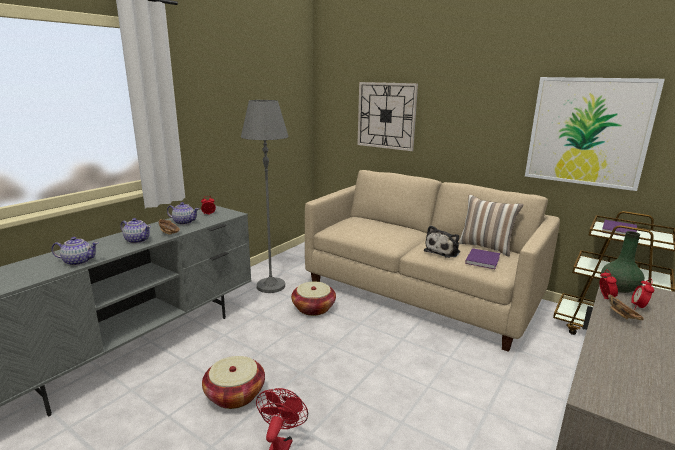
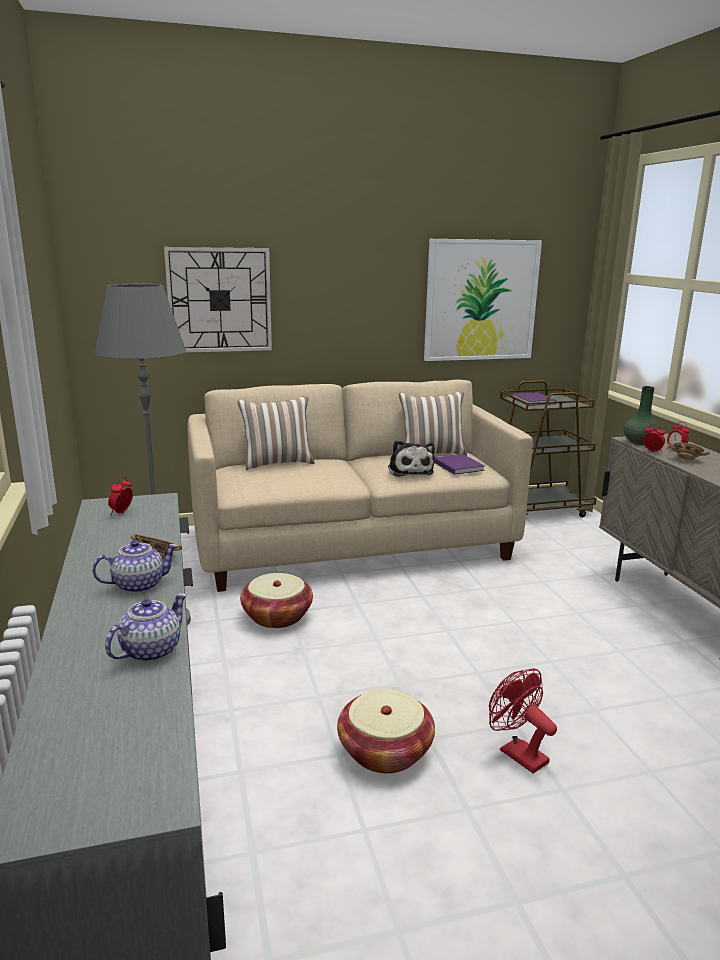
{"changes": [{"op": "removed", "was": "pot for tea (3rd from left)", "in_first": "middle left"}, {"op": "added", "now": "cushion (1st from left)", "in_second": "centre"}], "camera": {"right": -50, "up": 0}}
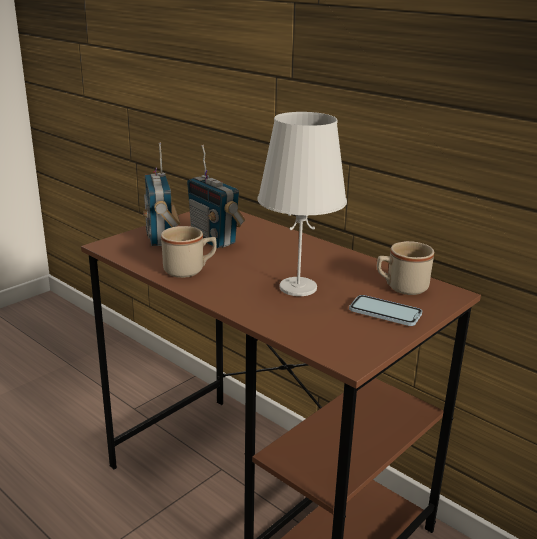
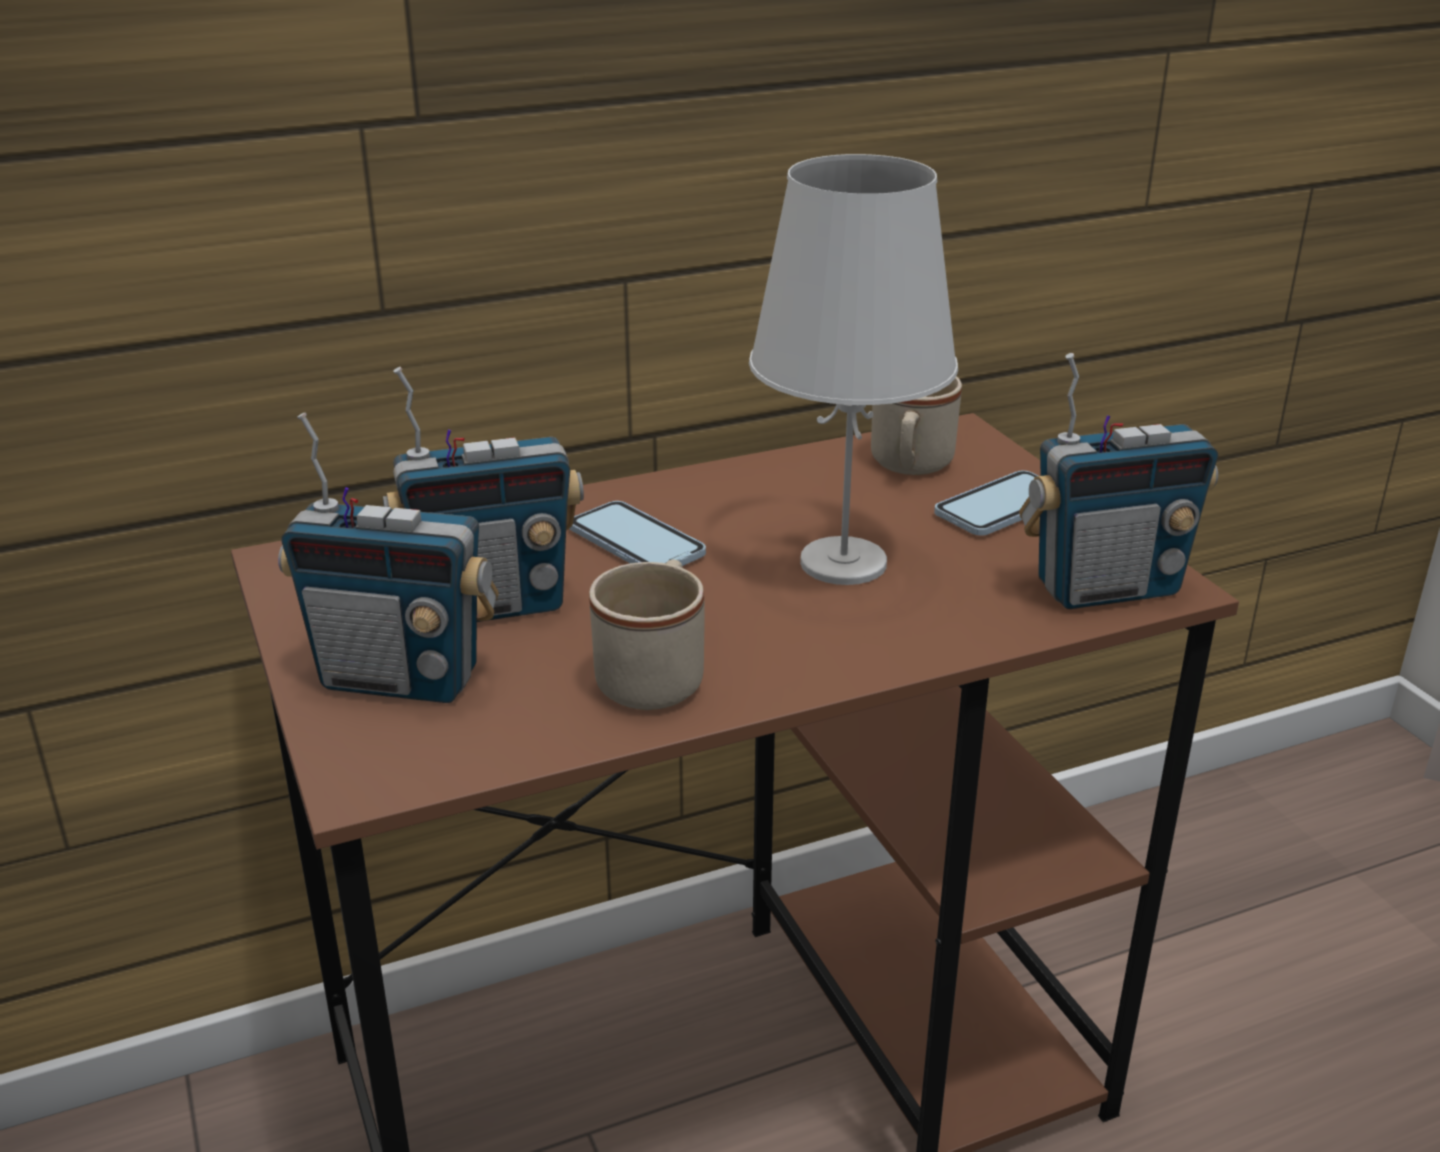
{"changes": [{"op": "added", "now": "radio (3rd from left)", "in_second": "middle right"}, {"op": "added", "now": "phone (1st from left)", "in_second": "centre"}], "camera": {"right": -65, "up": 5}}
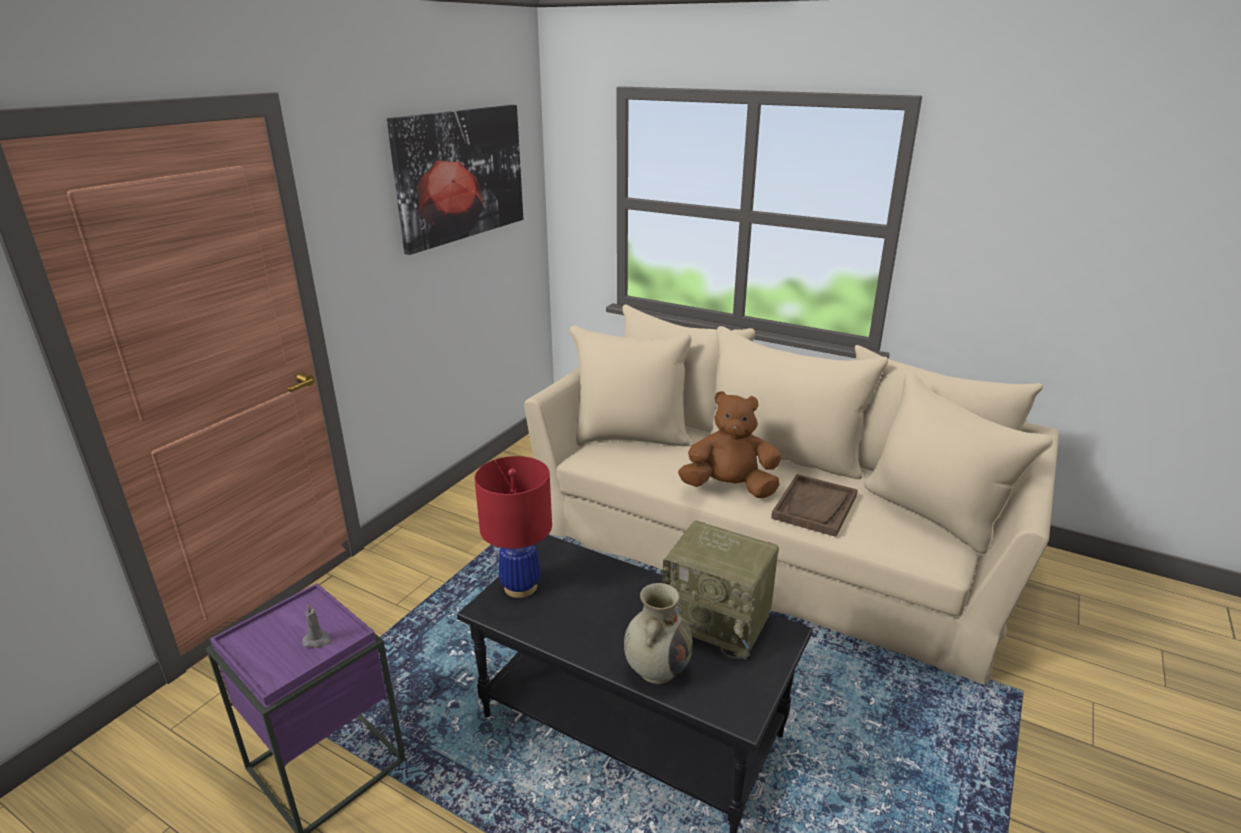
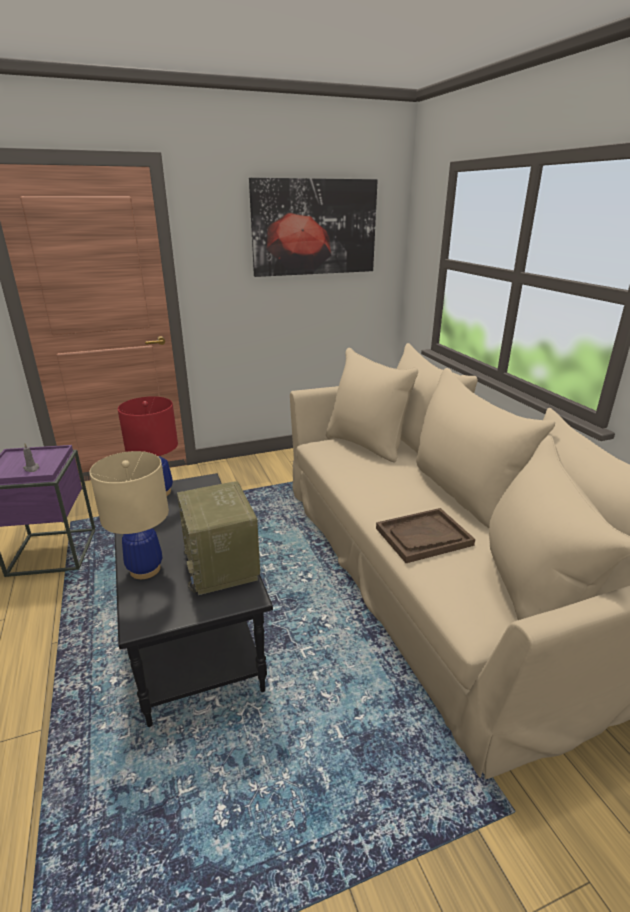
{"changes": [{"op": "removed", "was": "brown-coloured plush toy", "in_first": "centre"}, {"op": "replaced", "was": "beige-coloured decorative vase", "now": "beige-coloured table lamp", "in_first": "bottom centre", "in_second": "middle left"}], "camera": {"right": 40, "up": 0}}
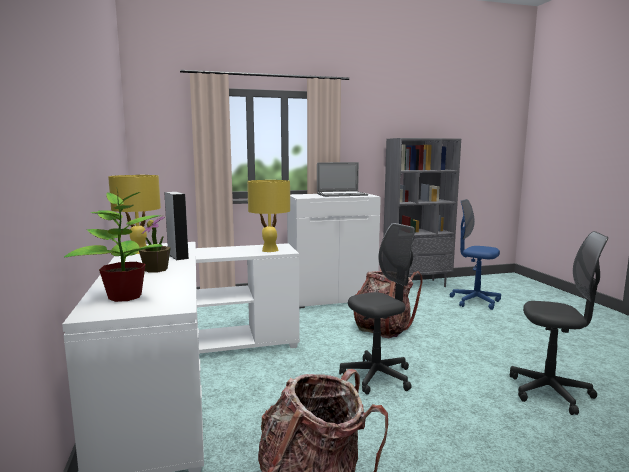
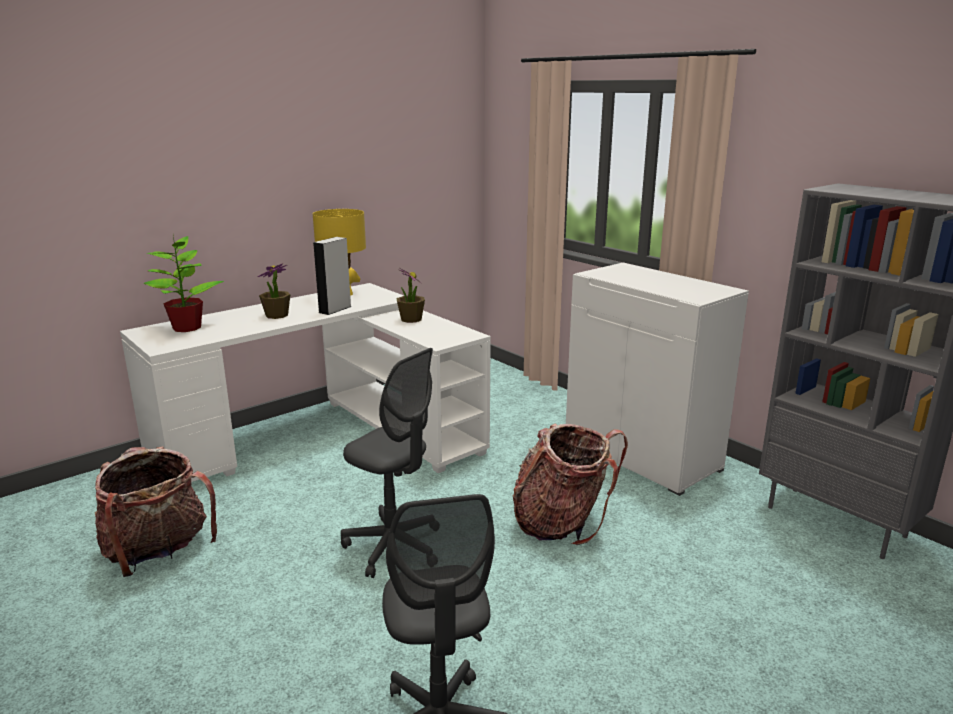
{"changes": [{"op": "removed", "was": "laptop", "in_first": "centre"}, {"op": "removed", "was": "yellowish table lamp (2nd from left)", "in_first": "centre"}, {"op": "removed", "was": "bluish desk chair", "in_first": "middle right"}, {"op": "added", "now": "potted plant (3rd from left)", "in_second": "centre"}], "camera": {"right": 65, "up": 10}}
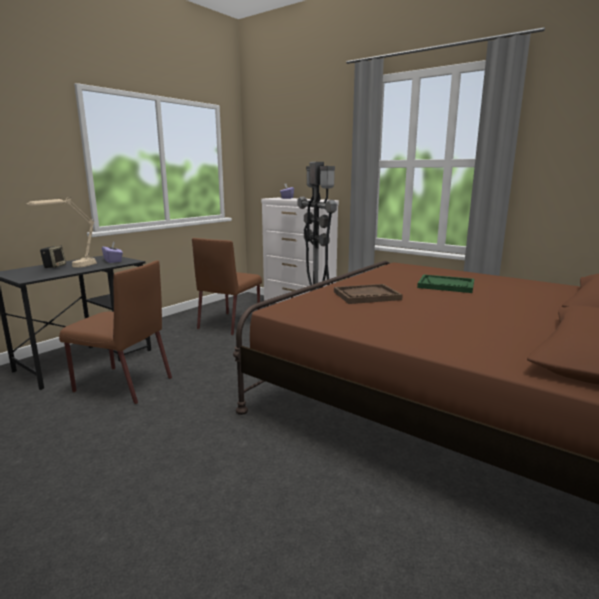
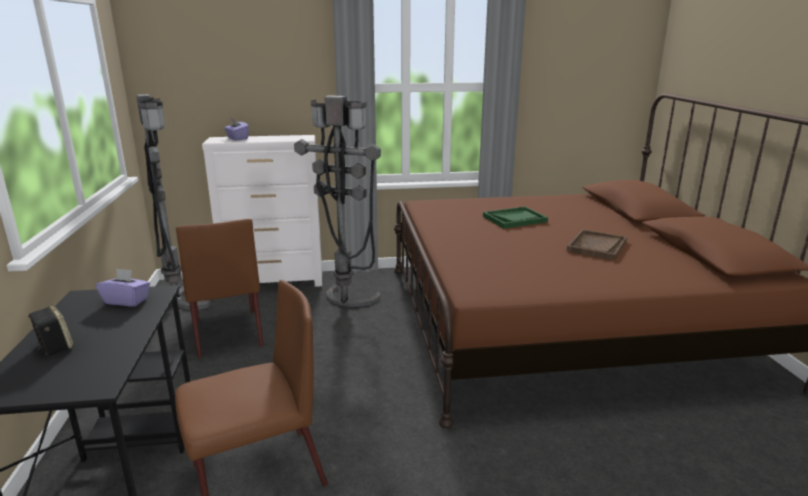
{"changes": [{"op": "removed", "was": "beige-coloured table lamp", "in_first": "middle left"}, {"op": "moved", "was": "brown-coloured tray", "in_first": "centre", "in_second": "middle right"}, {"op": "added", "now": "greyish standard lamp (1st from left)", "in_second": "middle left"}], "camera": {"right": -45, "up": 5}}
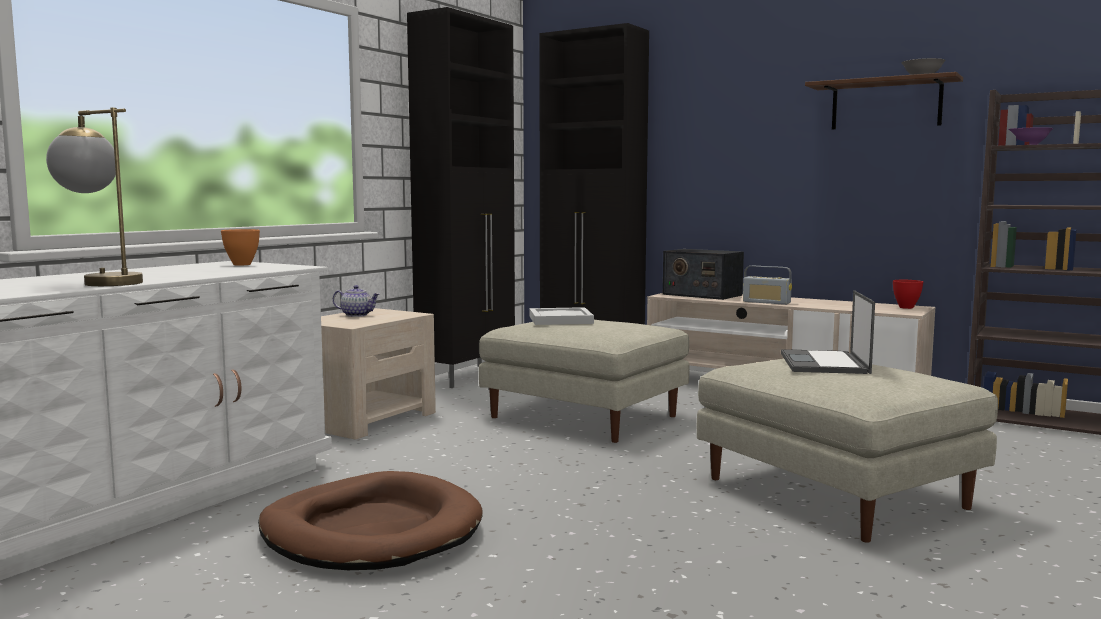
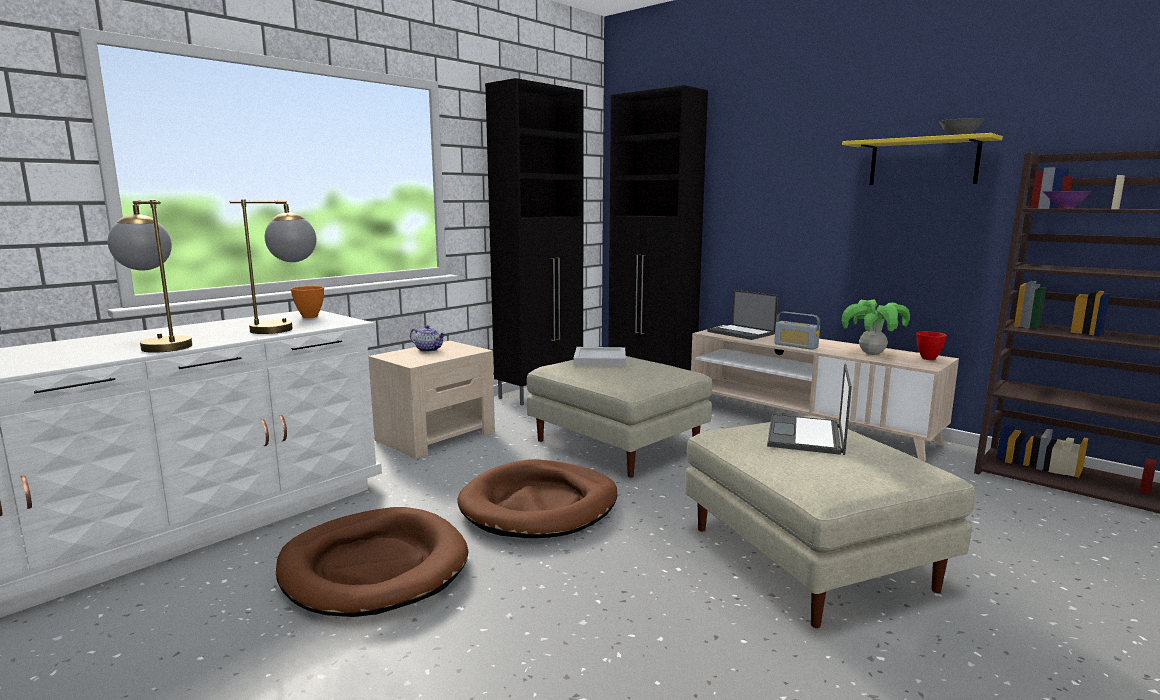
{"changes": [{"op": "recoloured", "was": "brown-coloured wall shelf", "now": "yellowish wall shelf", "in_first": "top right", "in_second": "top right"}, {"op": "replaced", "was": "radio (1st from left)", "now": "laptop (1st from left)", "in_first": "centre", "in_second": "centre"}, {"op": "added", "now": "table lamp (2nd from left)", "in_second": "middle left"}, {"op": "added", "now": "potted plant", "in_second": "middle right"}, {"op": "added", "now": "brown-coloured pet bed (2nd from left)", "in_second": "bottom centre"}], "camera": {"right": 10, "up": 5}}
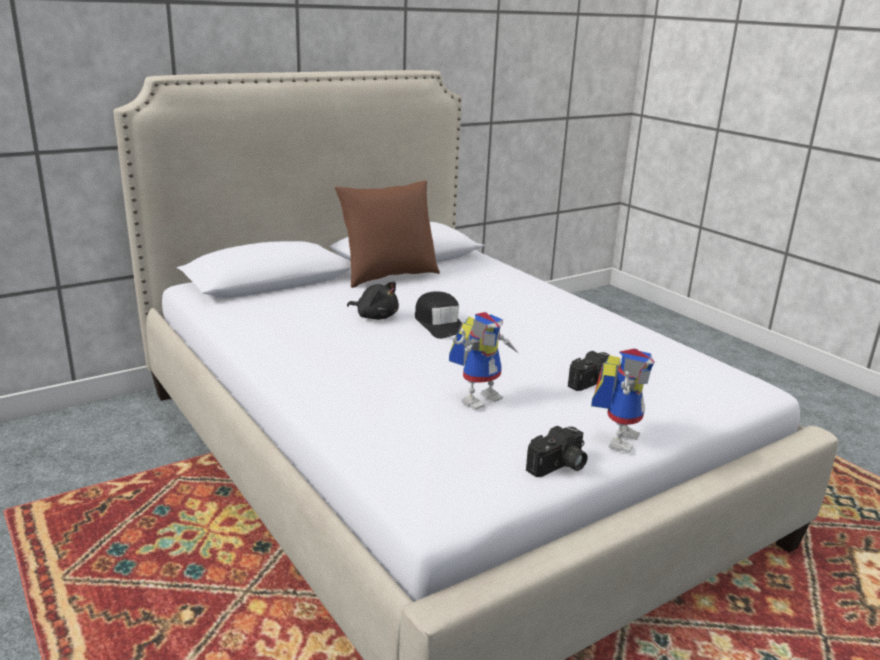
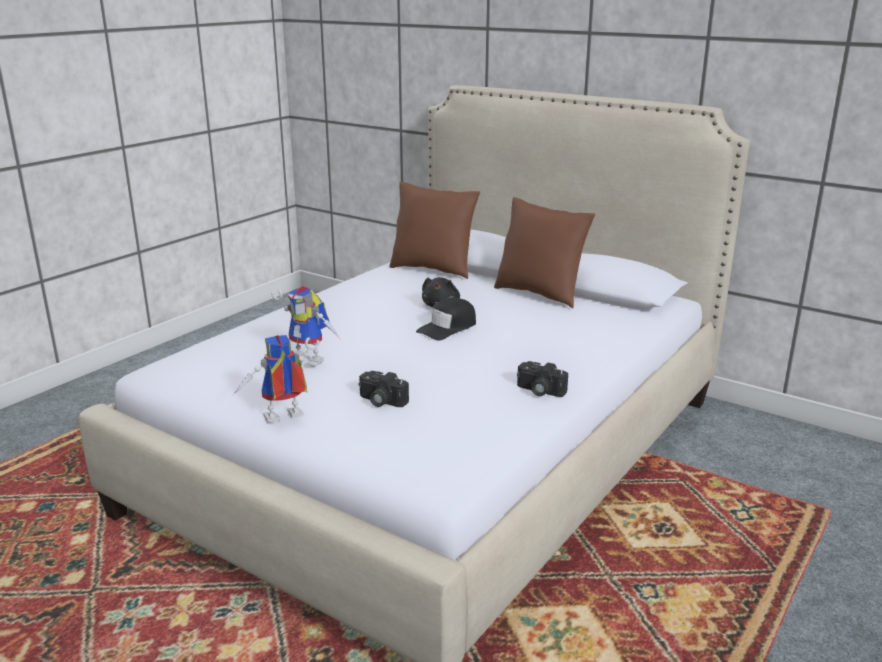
{"changes": [{"op": "turned", "was": "robot figure (2nd from left in the first image)", "in_first": "middle right", "in_second": "middle left", "clockwise": 150}, {"op": "moved", "was": "still camera (1st from left in the first image)", "now": "still camera (2nd from left)", "in_first": "bottom centre", "in_second": "centre"}, {"op": "added", "now": "brown-coloured cushion (1st from left)", "in_second": "centre"}], "camera": {"right": 70, "up": 0}}
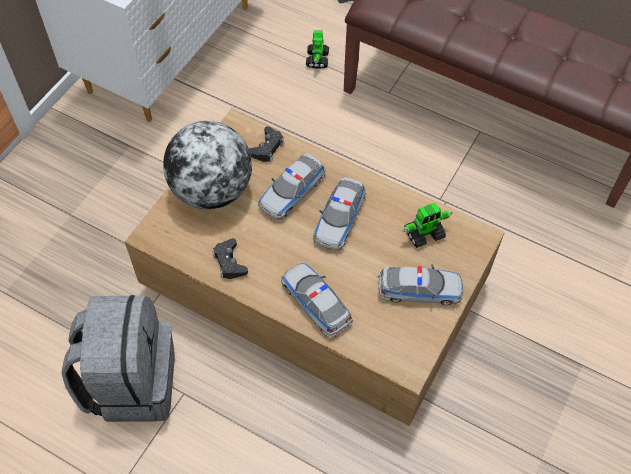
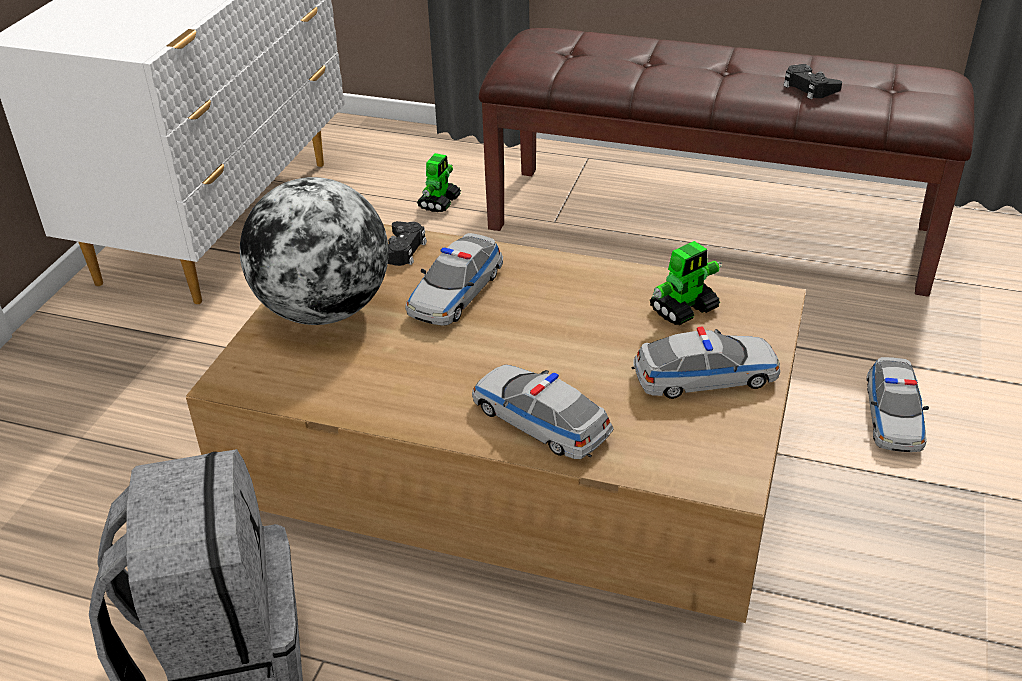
{"changes": [{"op": "turned", "was": "robot figure (1st from left)", "in_first": "top centre", "in_second": "top centre", "clockwise": -150}, {"op": "moved", "was": "model car (3rd from left in the first image)", "now": "model car (4th from left)", "in_first": "centre", "in_second": "middle right"}, {"op": "moved", "was": "blackish game controller (1st from left in the first image)", "now": "blackish game controller (2nd from left)", "in_first": "centre", "in_second": "top right"}], "camera": {"right": -10, "up": -20}}
